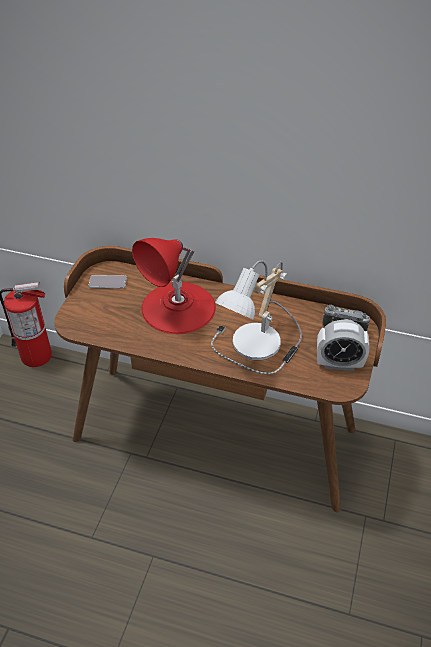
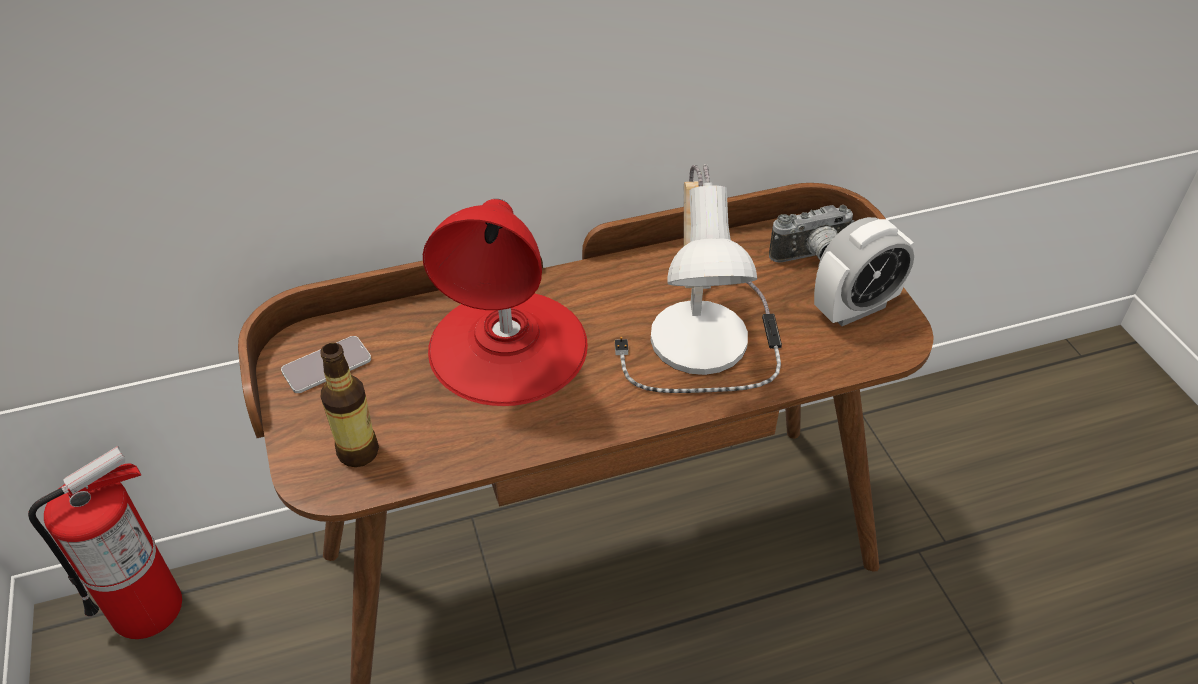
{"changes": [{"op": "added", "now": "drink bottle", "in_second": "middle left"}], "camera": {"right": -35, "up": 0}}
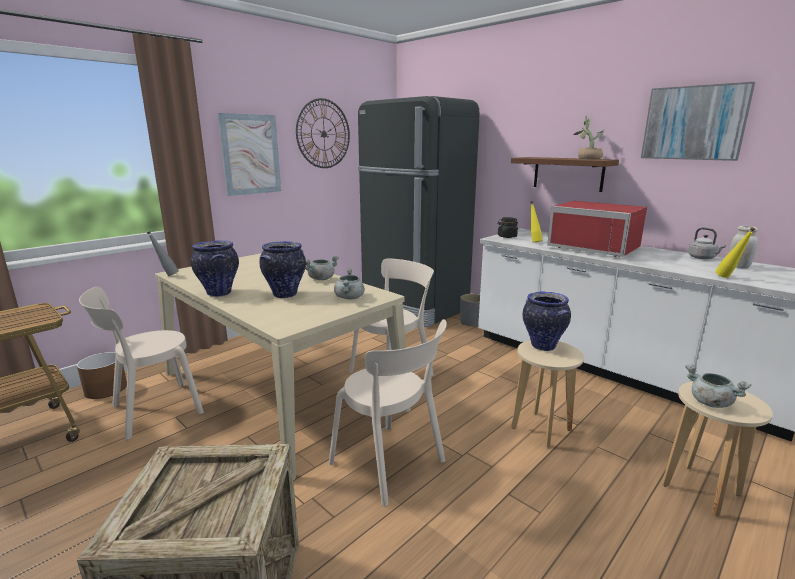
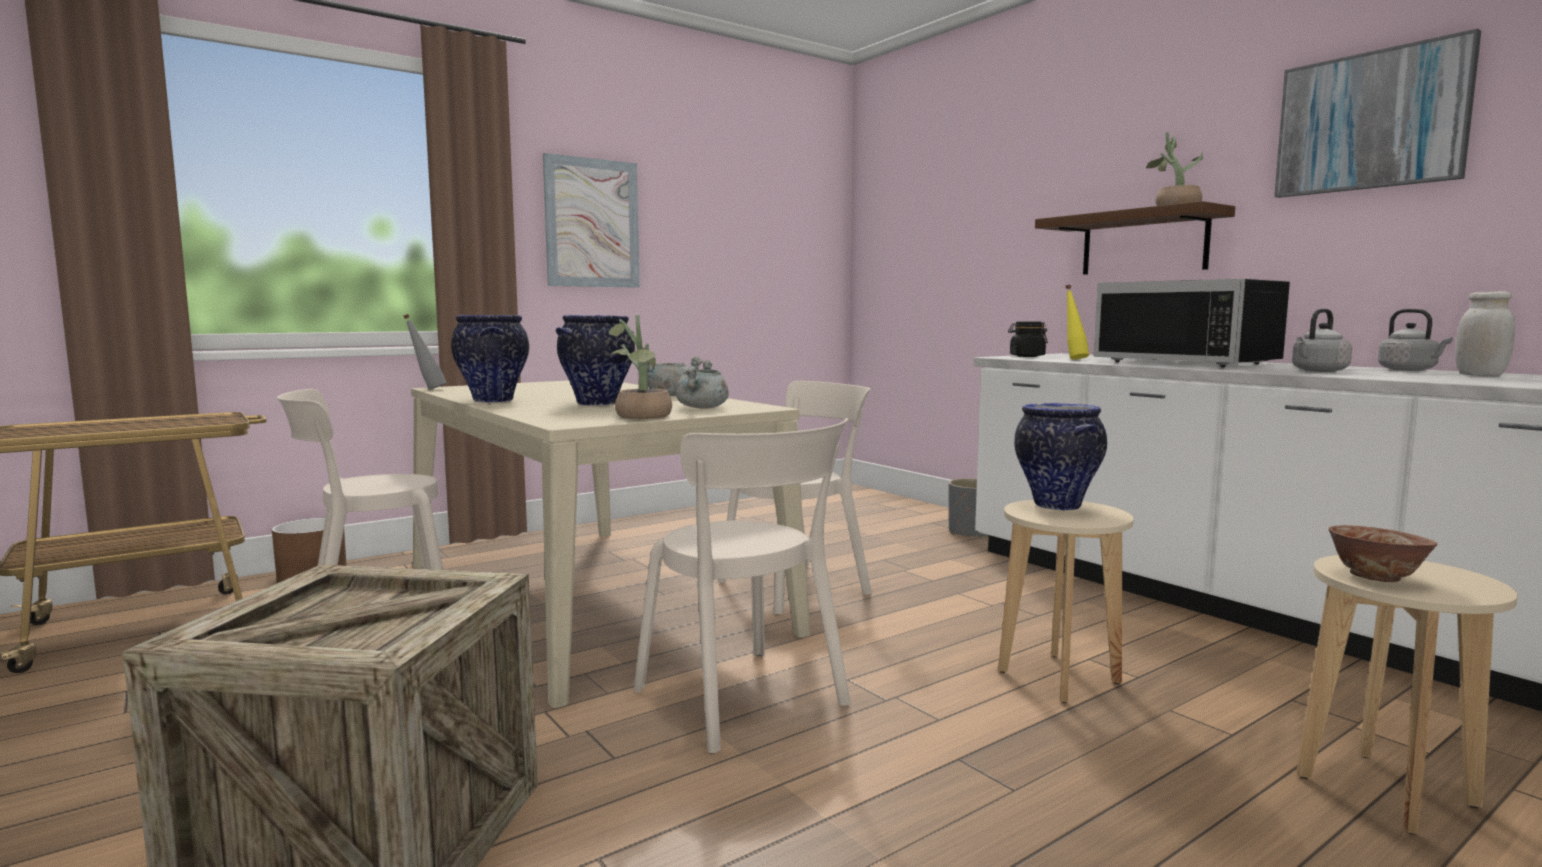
{"changes": [{"op": "removed", "was": "blackish kitchen fridge", "in_first": "centre"}, {"op": "removed", "was": "clock on the wall", "in_first": "top centre"}, {"op": "recoloured", "was": "reddish microwave", "now": "blackish microwave", "in_first": "middle right", "in_second": "middle right"}, {"op": "removed", "was": "yellowish drink bottle (2nd from left)", "in_first": "middle right"}, {"op": "replaced", "was": "greyish stockpot (3rd from left)", "now": "serving bowl", "in_first": "bottom right", "in_second": "middle right"}, {"op": "added", "now": "greyish water kettle (1st from left)", "in_second": "middle right"}, {"op": "added", "now": "potted plant (1st from left)", "in_second": "centre"}], "camera": {"right": 10, "up": -10}}
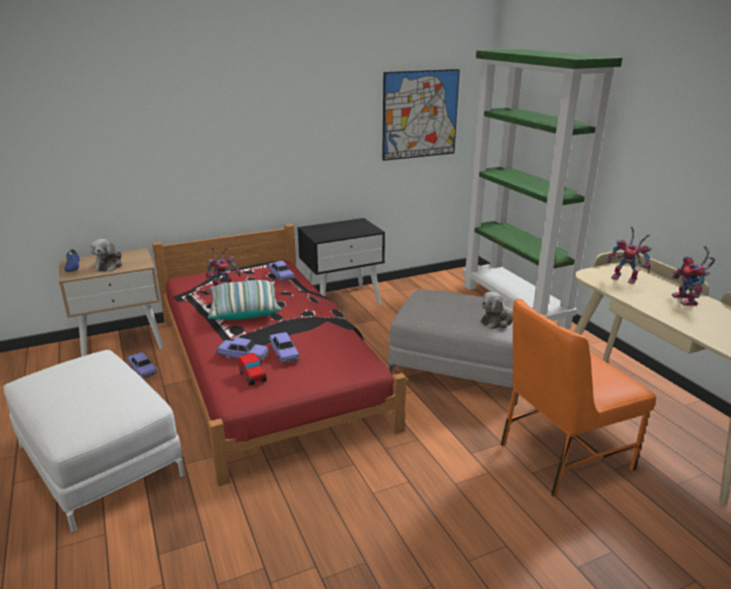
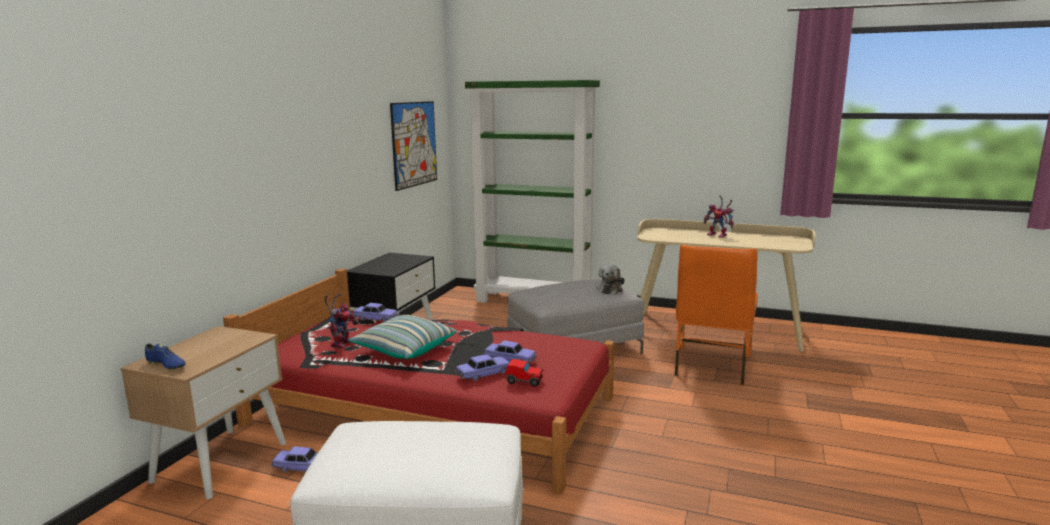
{"changes": [{"op": "removed", "was": "robot figure (2nd from left)", "in_first": "middle right"}, {"op": "removed", "was": "plush toy (1st from left)", "in_first": "middle left"}], "camera": {"right": -45, "up": -10}}
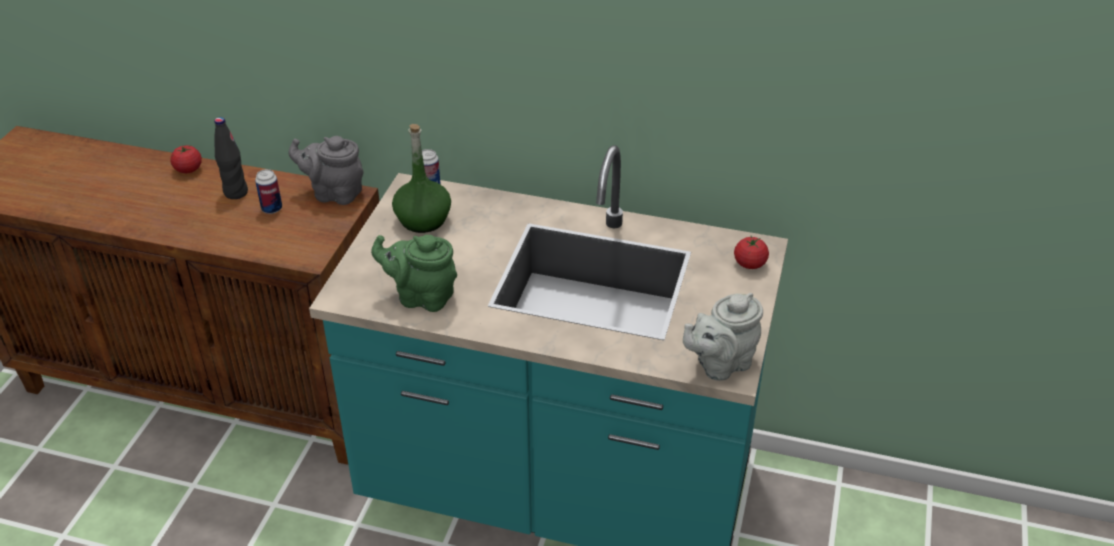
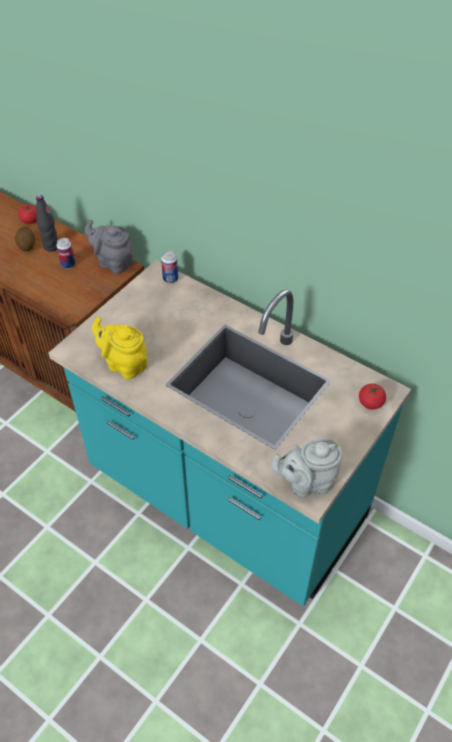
{"changes": [{"op": "removed", "was": "green-coloured drink bottle", "in_first": "top centre"}, {"op": "recoloured", "was": "green-coloured pot for tea", "now": "yellowish pot for tea", "in_first": "centre", "in_second": "middle left"}, {"op": "added", "now": "potato", "in_second": "top left"}], "camera": {"right": 20, "up": 10}}
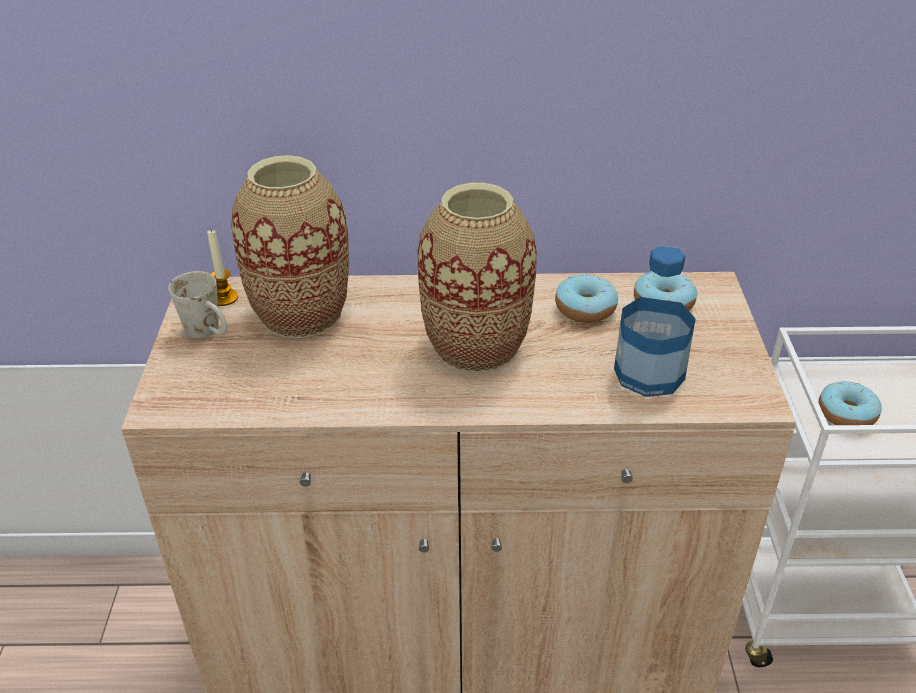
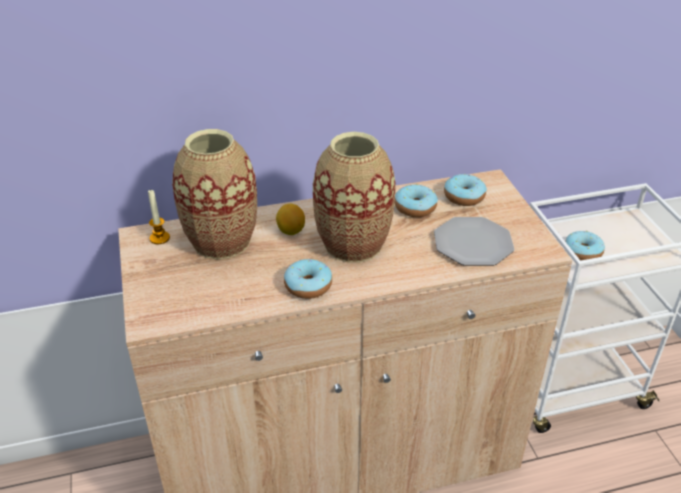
{"changes": [{"op": "replaced", "was": "drink bottle", "now": "plate", "in_first": "middle right", "in_second": "middle right"}, {"op": "removed", "was": "white-coloured tea mug", "in_first": "middle left"}, {"op": "added", "now": "citrus fruit", "in_second": "centre"}, {"op": "added", "now": "doughnut (1st from left)", "in_second": "centre"}], "camera": {"right": -15, "up": 0}}
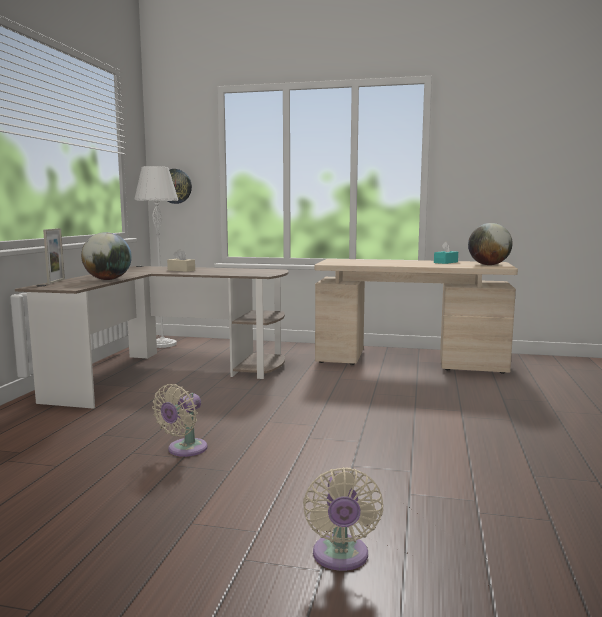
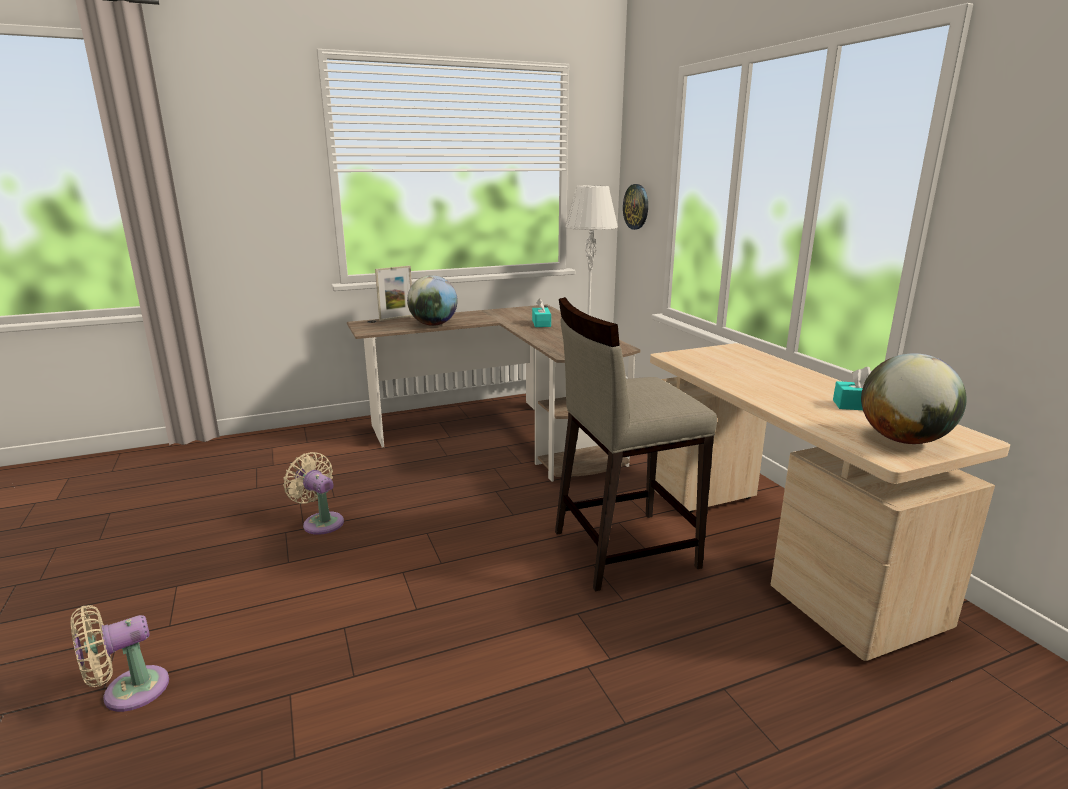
{"changes": [{"op": "recoloured", "was": "beige-coloured tissue holder", "now": "turquoise-coloured tissue holder (1st from left)", "in_first": "middle left", "in_second": "centre"}, {"op": "turned", "was": "beige-coloured fan (1st from left in the first image)", "in_first": "bottom left", "in_second": "middle left", "clockwise": 45}, {"op": "added", "now": "beige-coloured stool", "in_second": "centre"}], "camera": {"right": 55, "up": 10}}
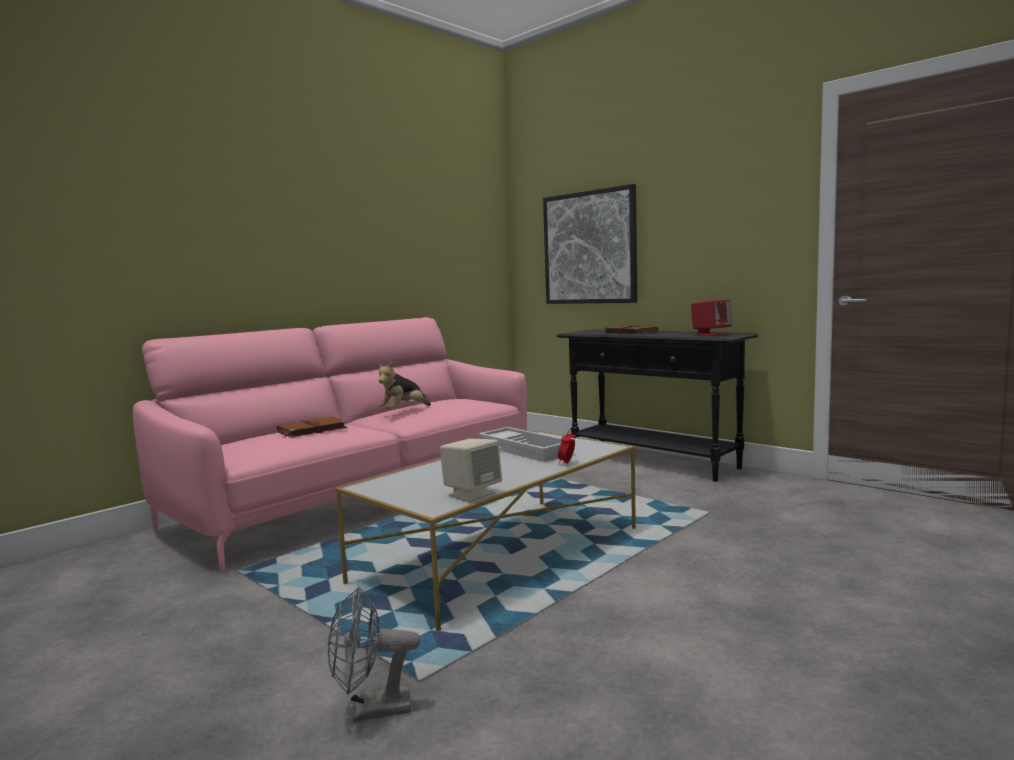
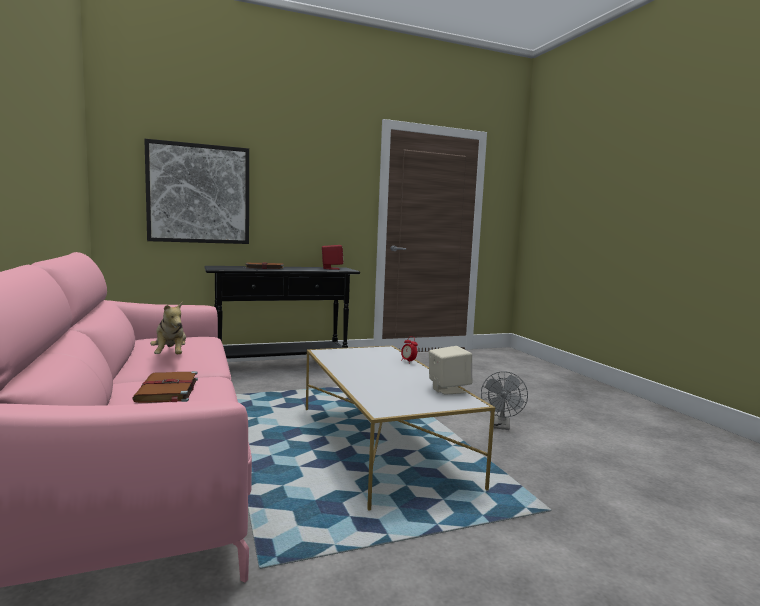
{"changes": [{"op": "removed", "was": "white-coloured tray", "in_first": "centre"}, {"op": "moved", "was": "greyish fan", "in_first": "bottom centre", "in_second": "centre"}], "camera": {"right": -65, "up": 0}}
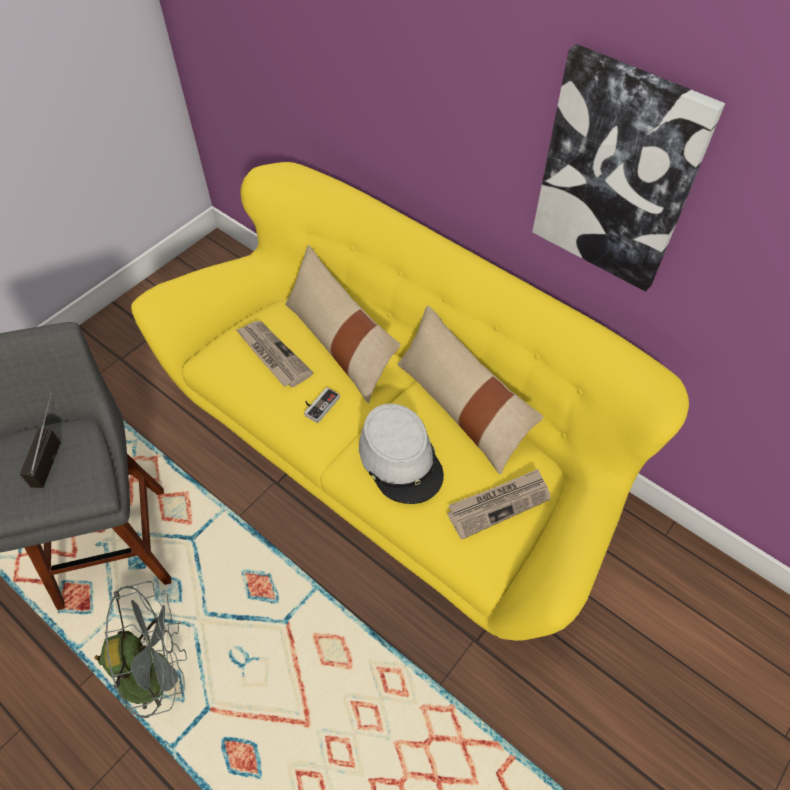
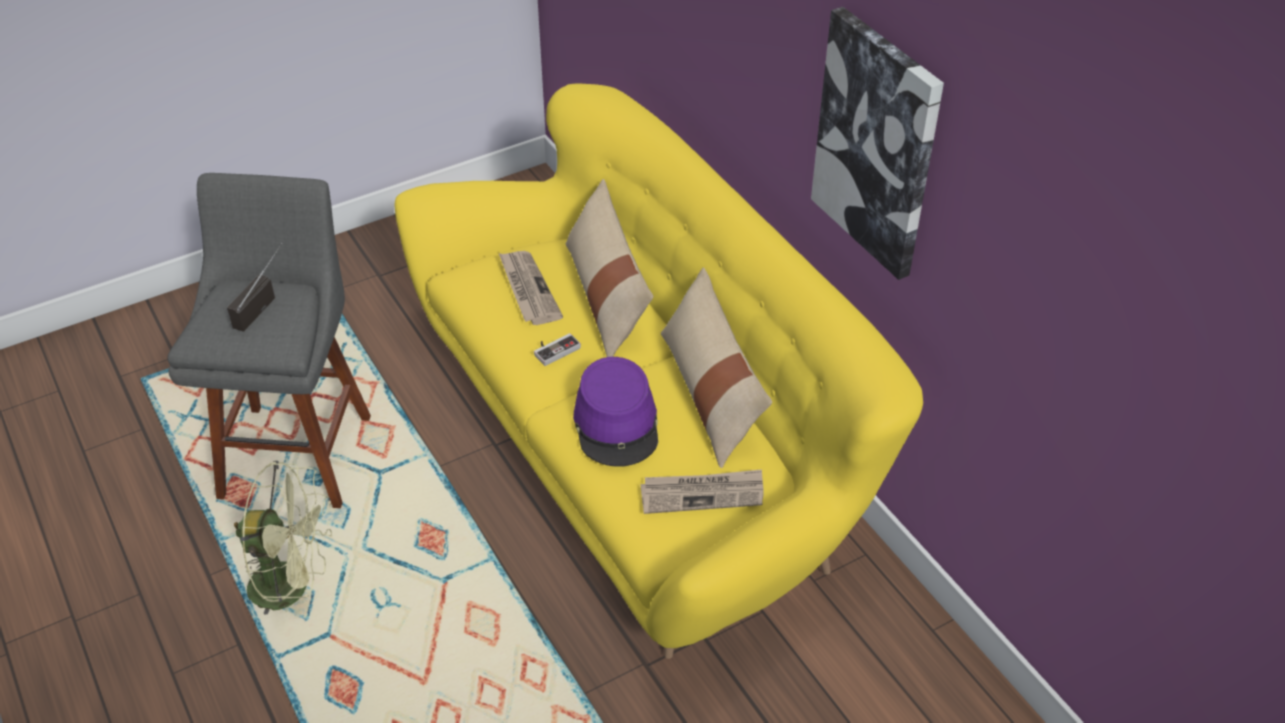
{"changes": [{"op": "recoloured", "was": "greyish wearable hat", "now": "purple wearable hat", "in_first": "centre", "in_second": "centre"}, {"op": "recoloured", "was": "greyish fan", "now": "green-coloured fan", "in_first": "bottom left", "in_second": "bottom left"}], "camera": {"right": 20, "up": -10}}
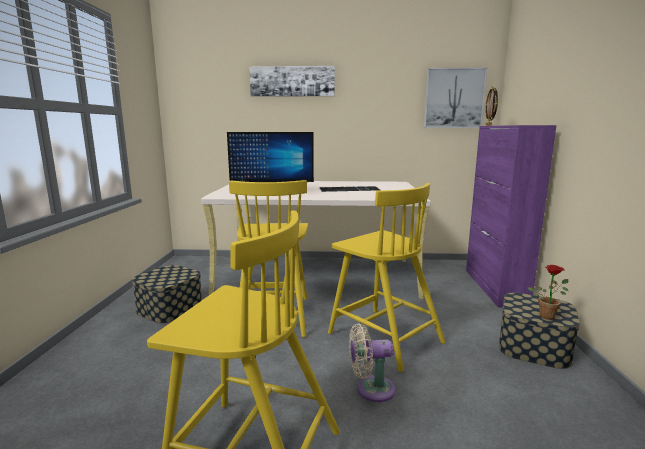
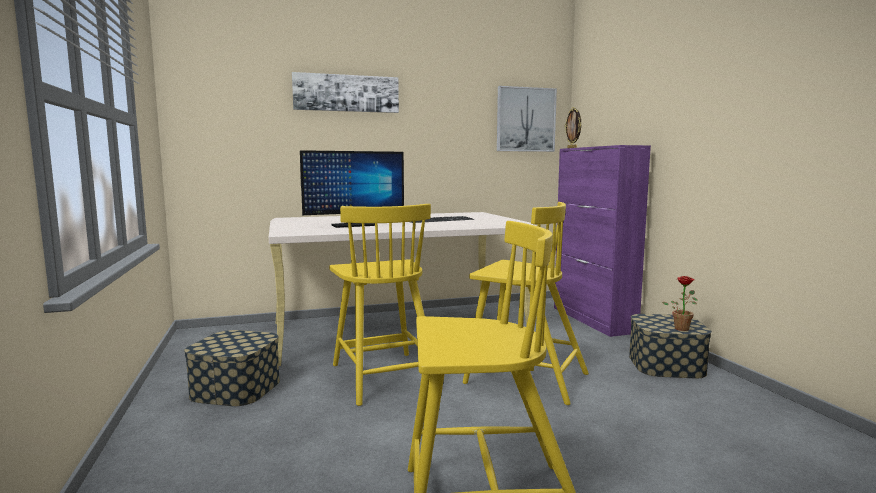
{"changes": [{"op": "removed", "was": "beige-coloured fan", "in_first": "bottom centre"}], "camera": {"right": -20, "up": -5}}
